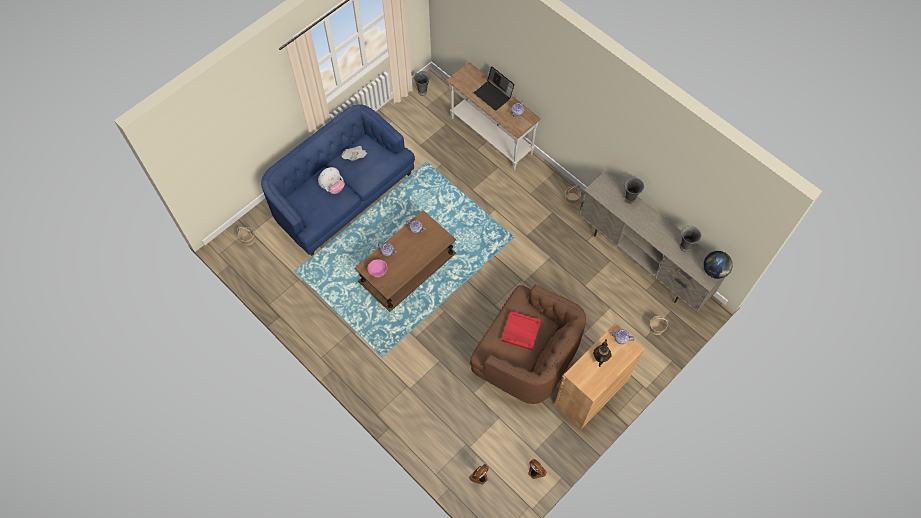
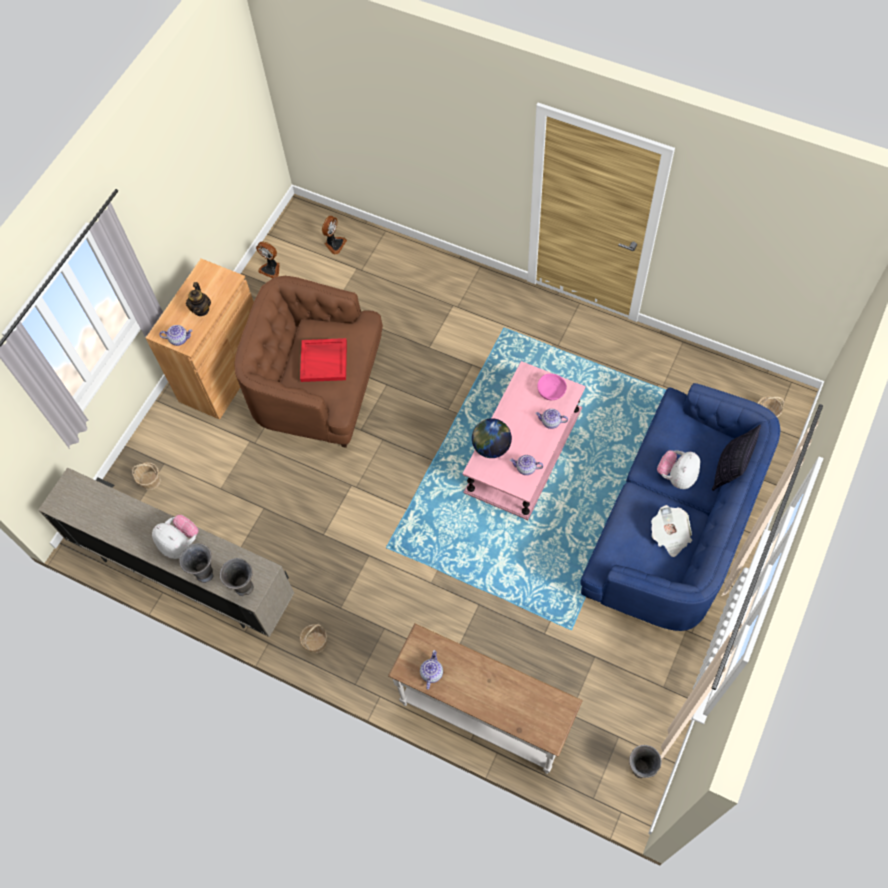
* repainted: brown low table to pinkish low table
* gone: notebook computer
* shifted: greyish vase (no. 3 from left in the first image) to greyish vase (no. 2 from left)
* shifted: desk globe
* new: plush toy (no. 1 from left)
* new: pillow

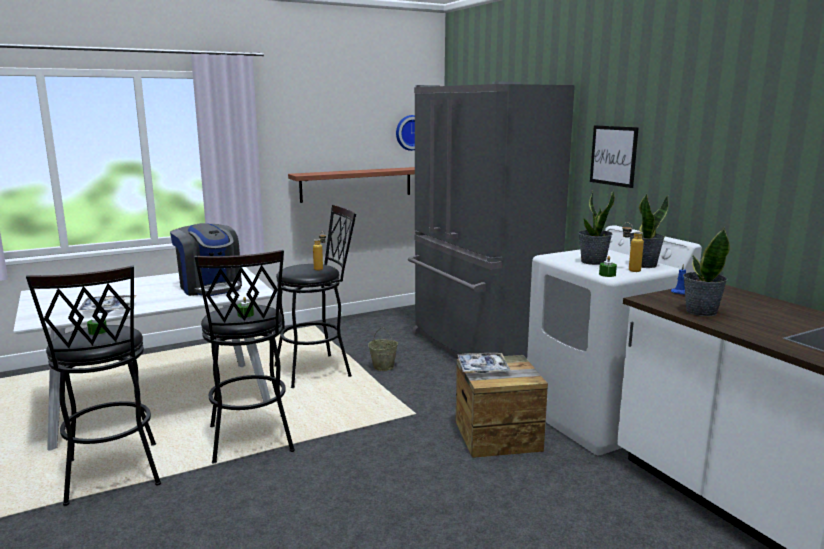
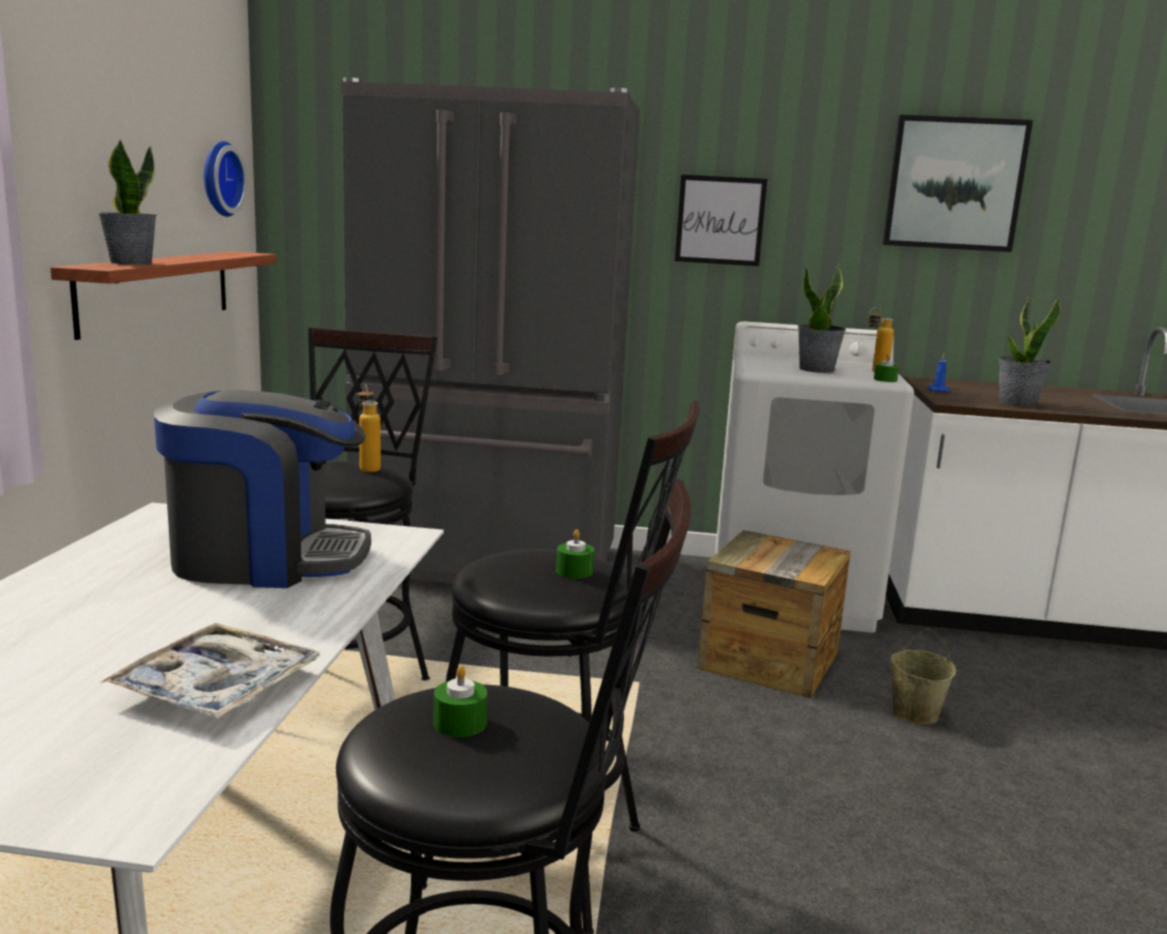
* shifted: sand-coloured pail
* gone: carrying tray (no. 2 from left)
* shifted: potted plant (no. 2 from left in the first image) to potted plant (no. 1 from left)
* new: wall art (no. 2 from left)

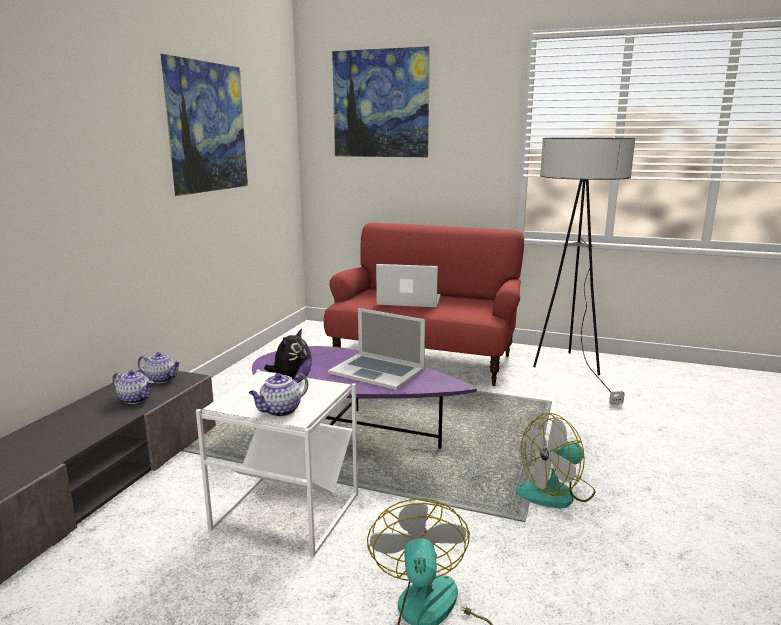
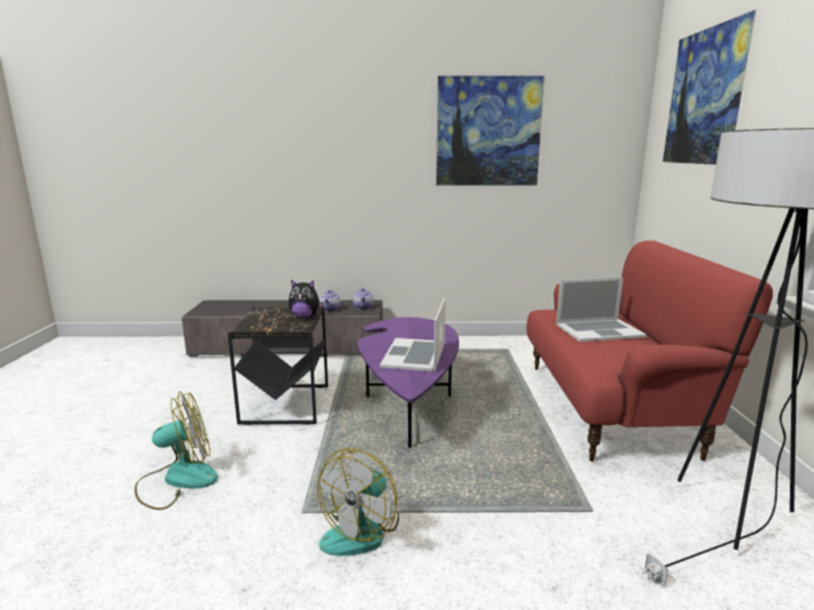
* repainted: white-coloured end table to blackish end table
* gone: teapot (no. 3 from left)
* rotated: notebook computer (no. 2 from left) 90 degrees clockwise
* rotated: fan (no. 2 from left) 105 degrees counterclockwise

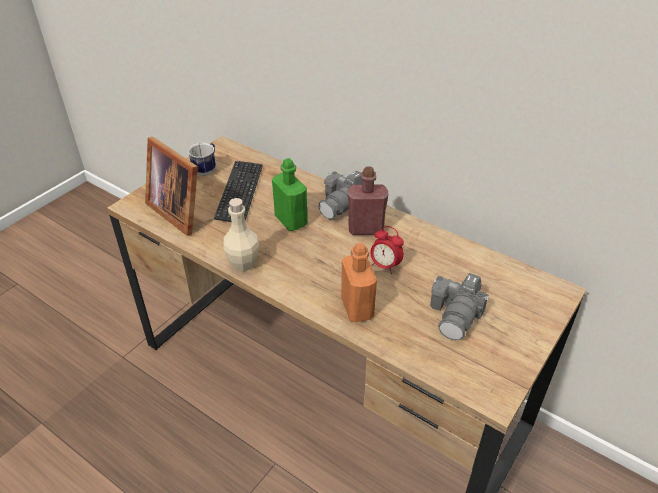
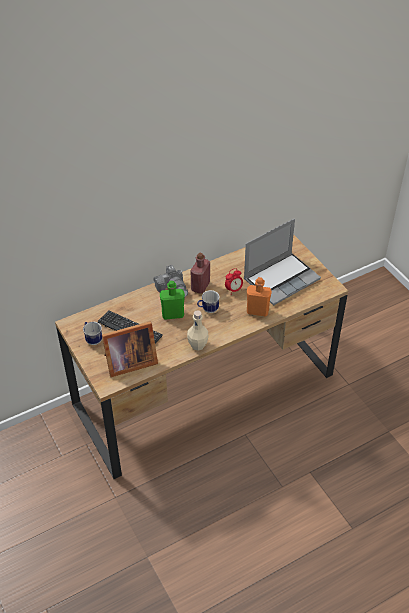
* swapped: photo camera (no. 2 from left) to notebook computer
* new: tea mug (no. 2 from left)

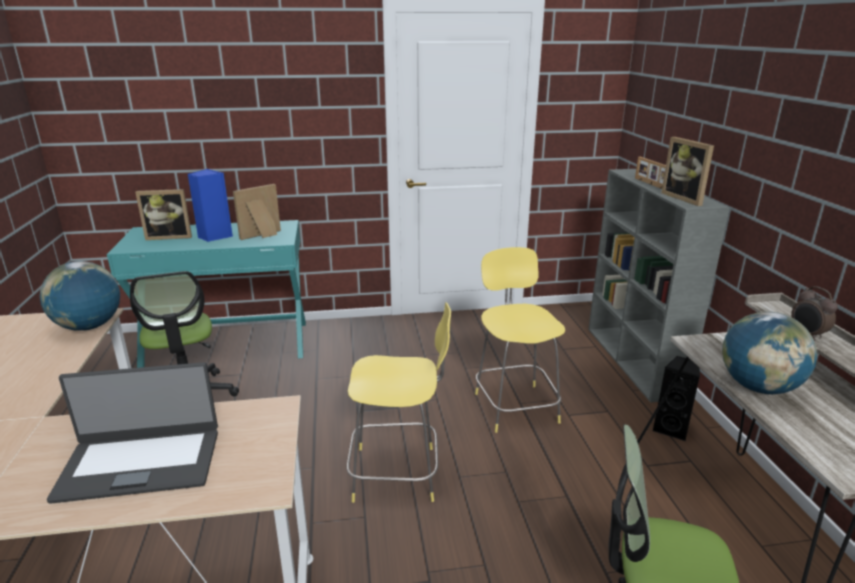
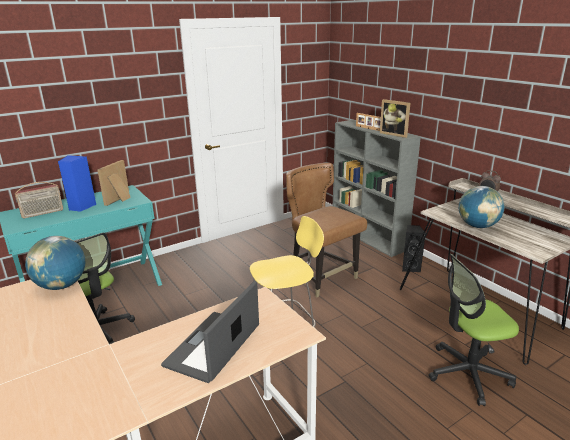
* rotated: notebook computer 150 degrees clockwise
* swapped: photo frame (no. 1 from left) to radio set
* swapped: yellowish stool (no. 2 from left) to brown plain chair

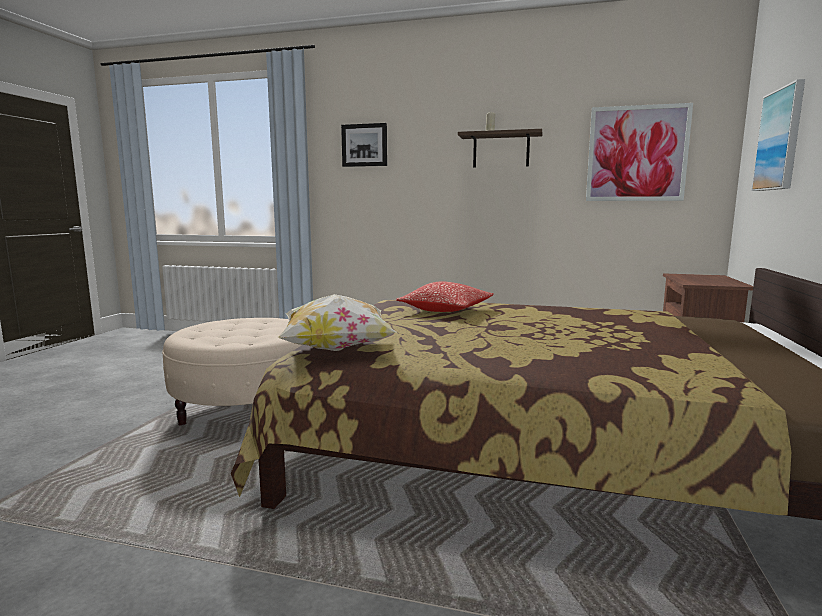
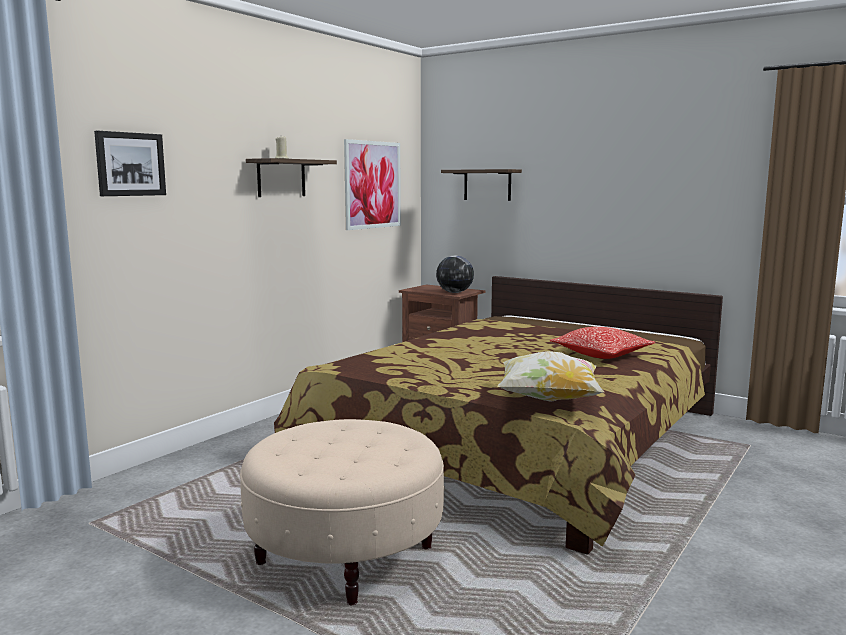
* shifted: pillow (no. 2 from left)
* swapped: wall art (no. 3 from left) to shelf (no. 2 from left)
* new: desk globe

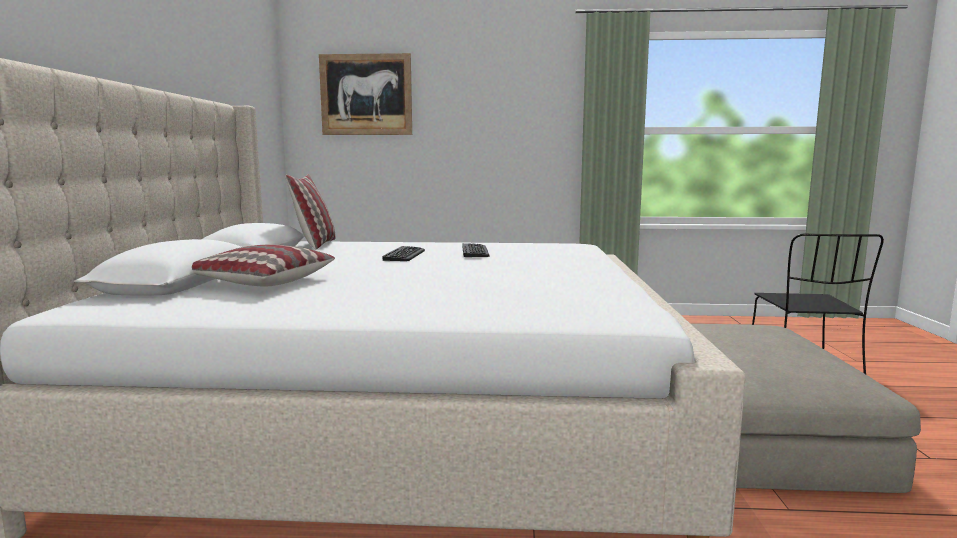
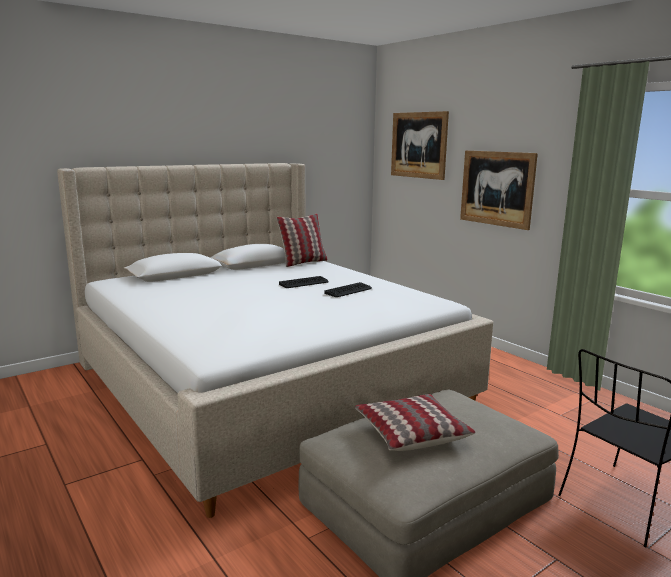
* shifted: pillow (no. 1 from left in the first image) to pillow (no. 2 from left)
* new: wall art (no. 2 from left)

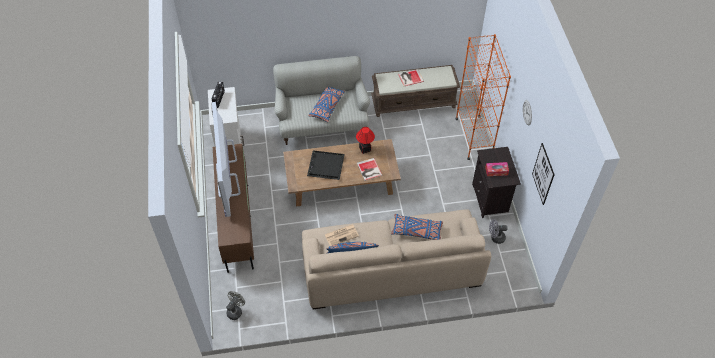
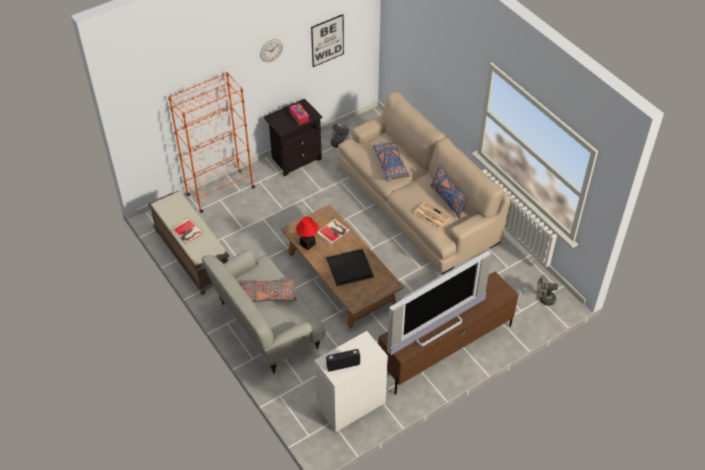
* repainted: blue-coloured pillow (no. 1 from left) to greyish pillow

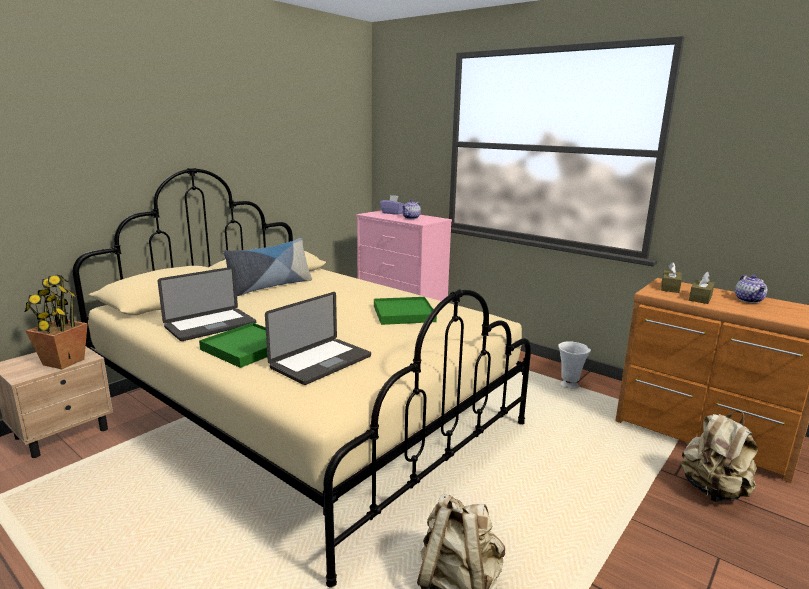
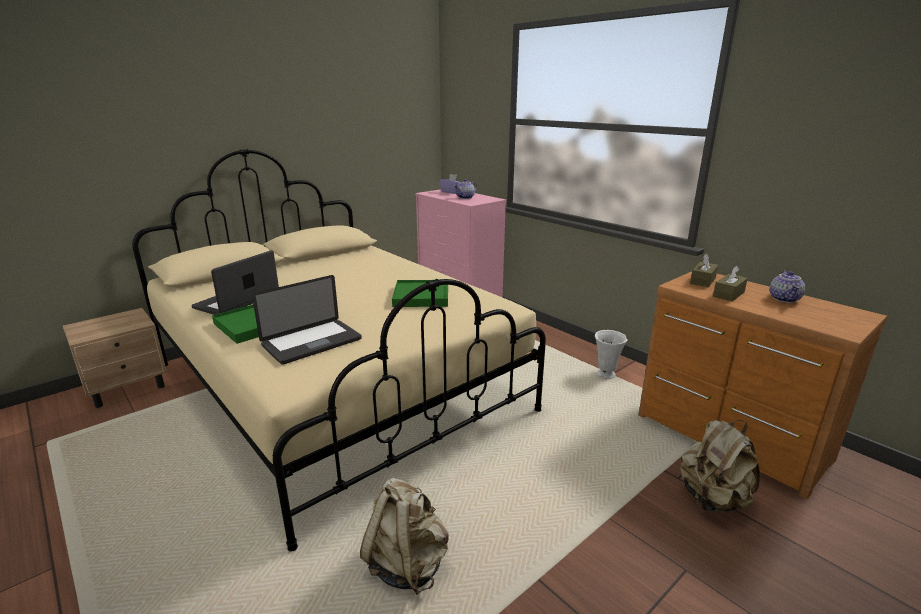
* gone: potted plant
* rotated: notebook computer (no. 1 from left) 150 degrees clockwise
* gone: pillow

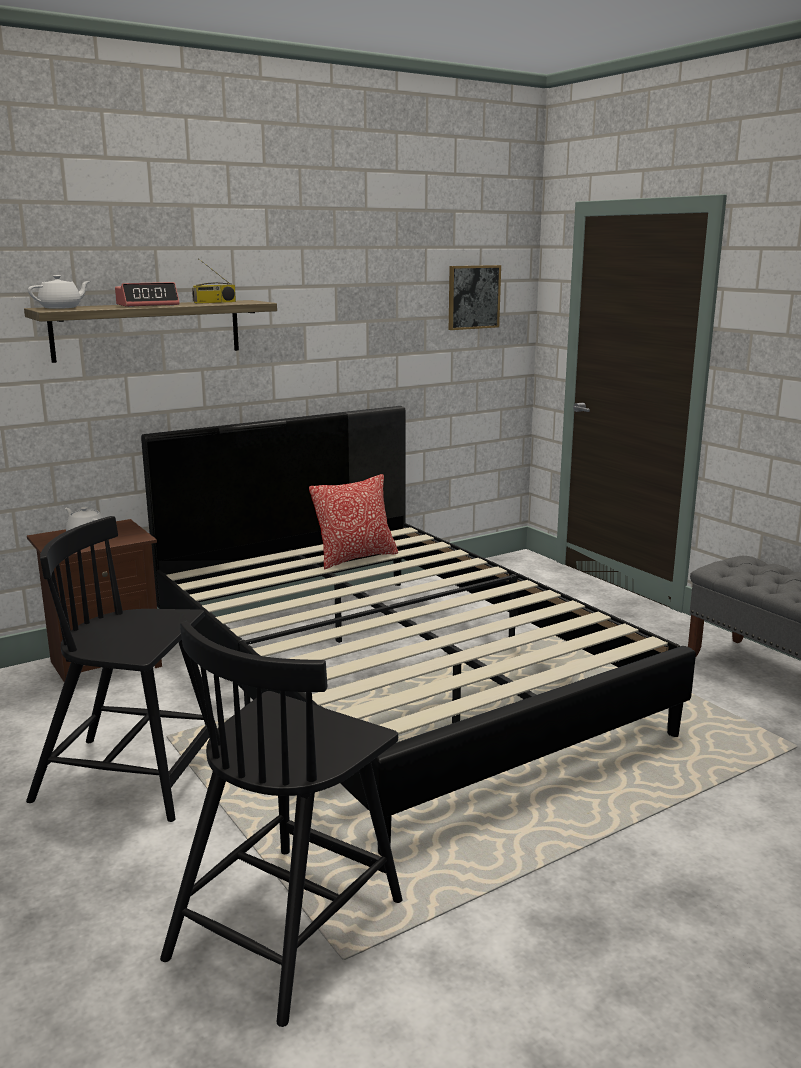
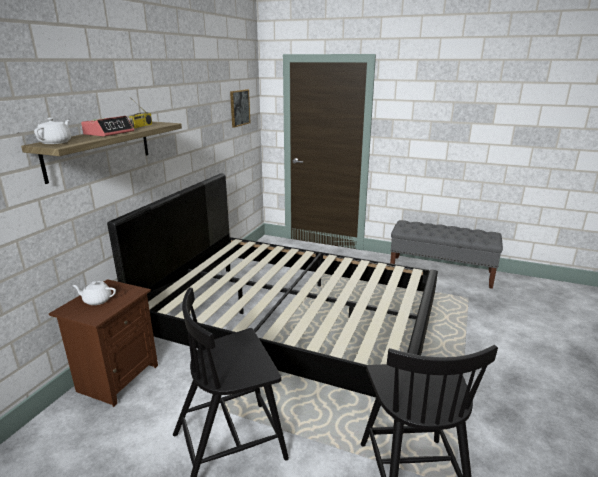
* gone: pillow

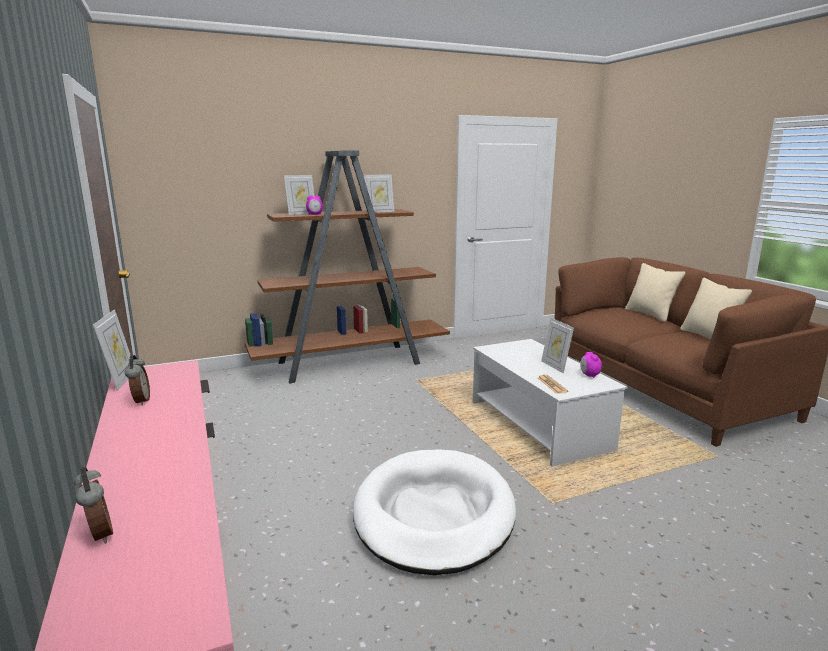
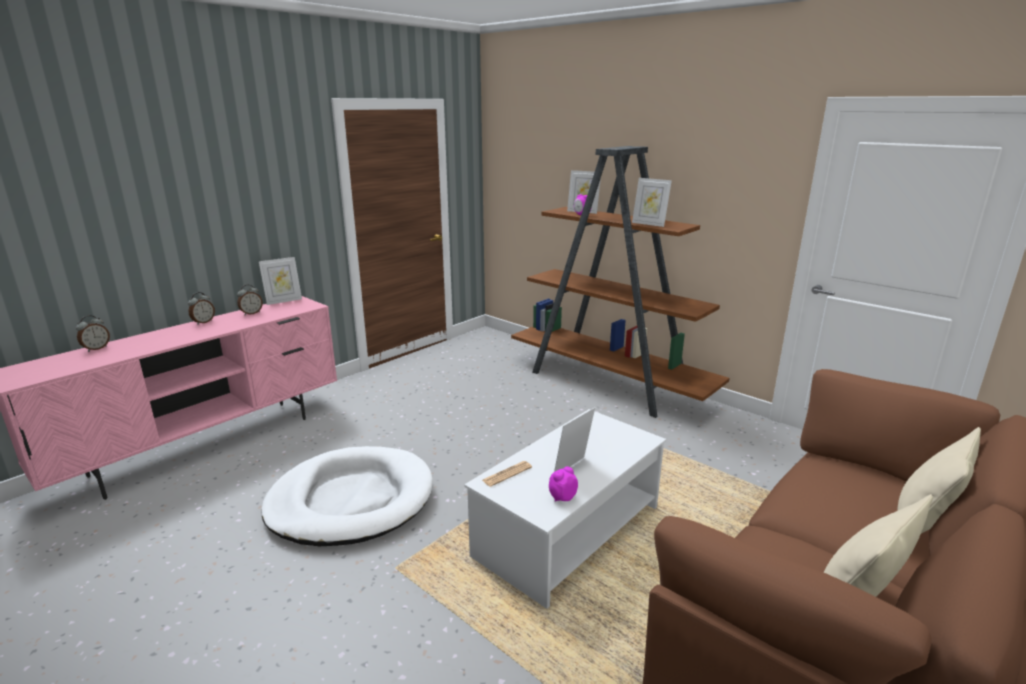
* new: table clock (no. 2 from left)

